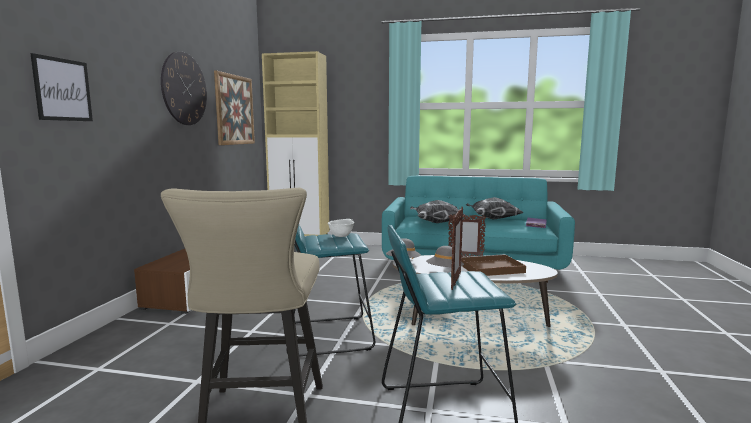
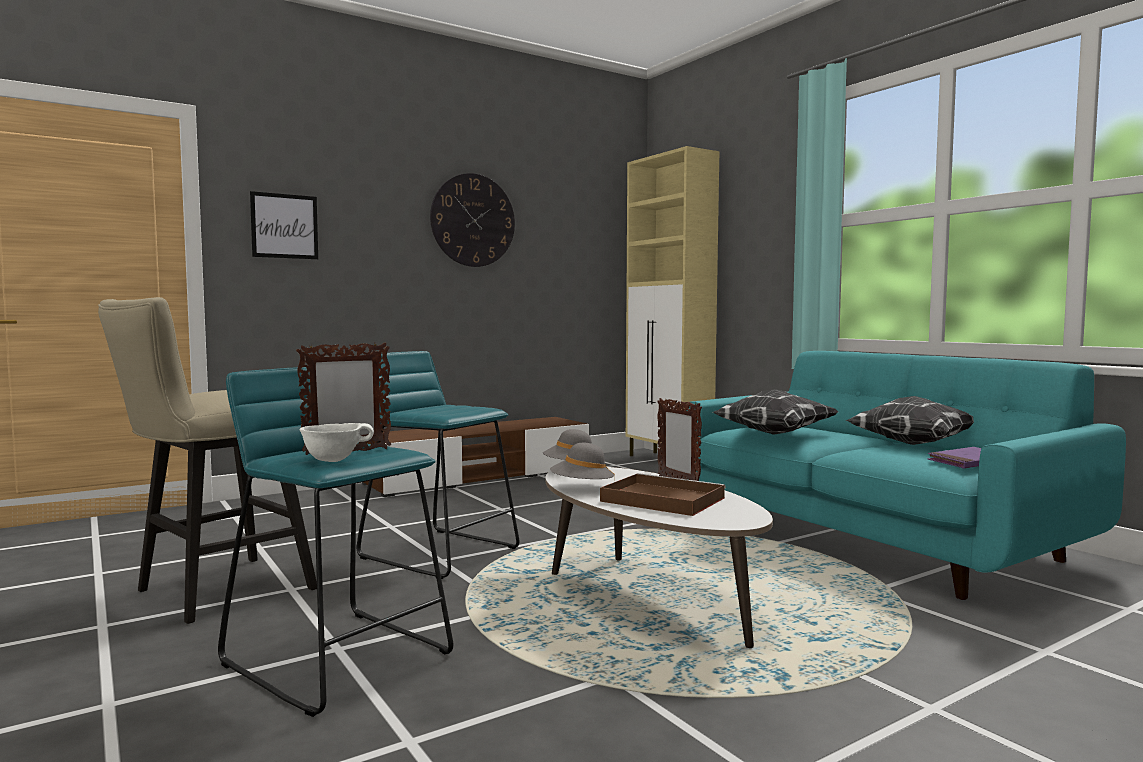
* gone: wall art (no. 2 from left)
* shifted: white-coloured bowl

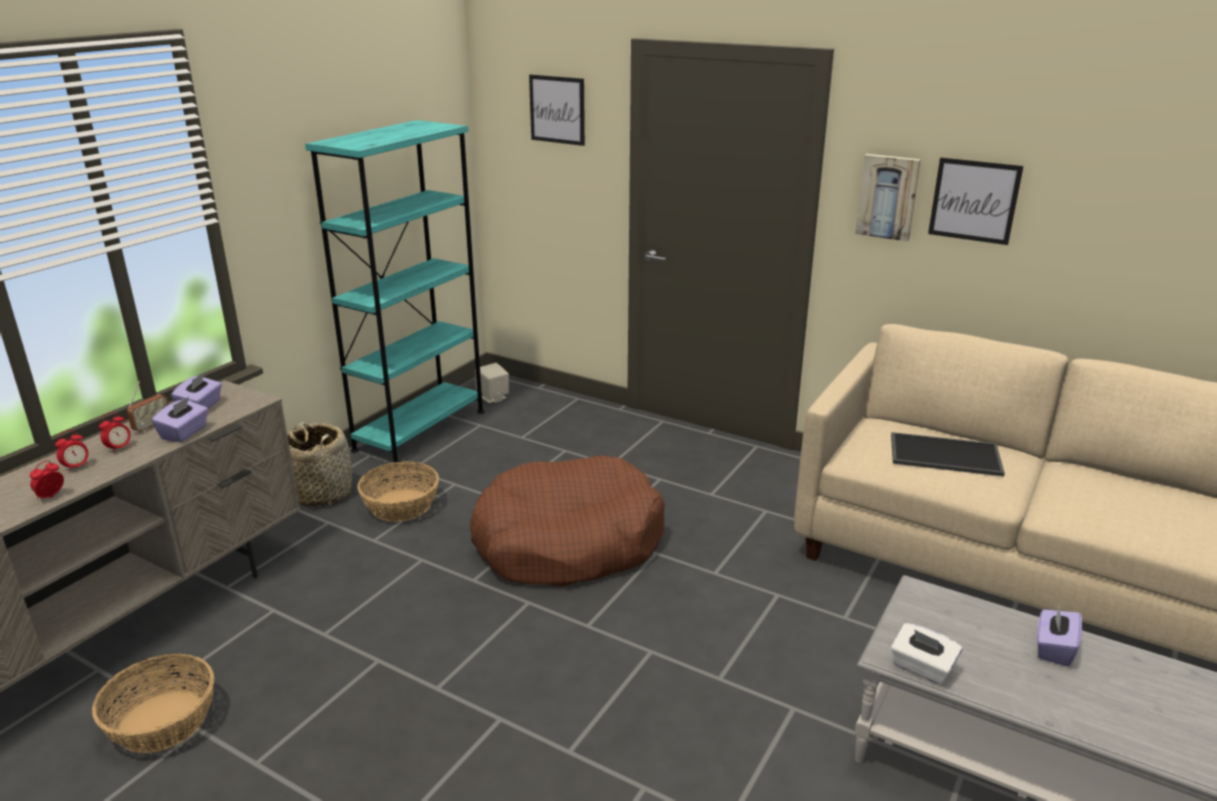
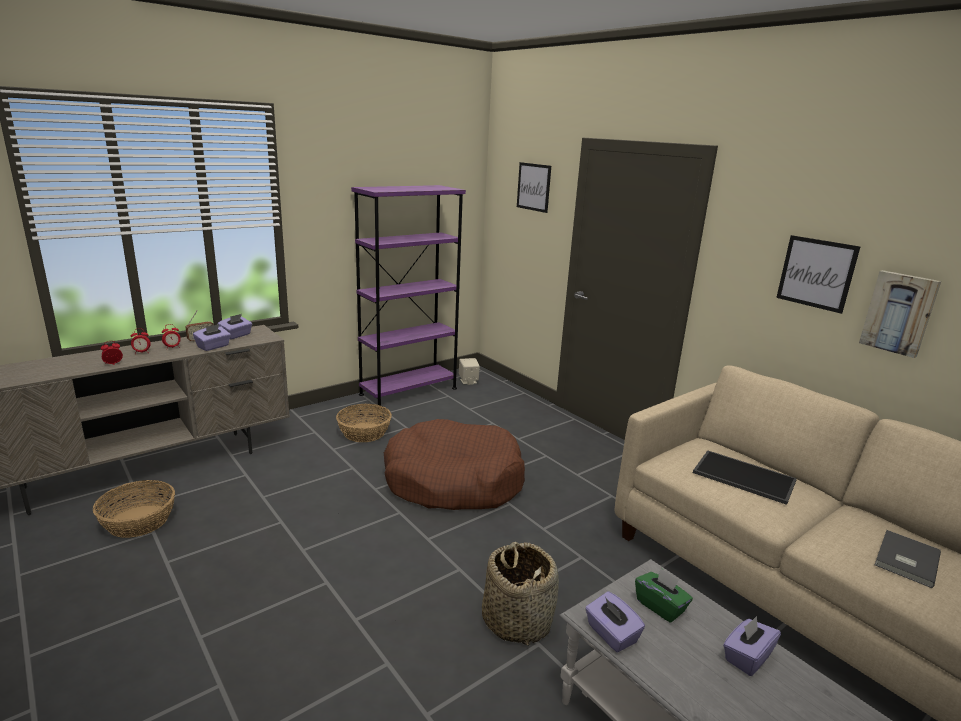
* shifted: basket (no. 2 from left in the first image) to basket (no. 3 from left)
* repainted: blue-green bookshelf to purple bookshelf
* shifted: wall art (no. 2 from left in the first image) to wall art (no. 3 from left)
* repainted: white-coloured box of tissues to purple box of tissues (no. 3 from left)
* new: green-coloured box of tissues
* new: greyish book

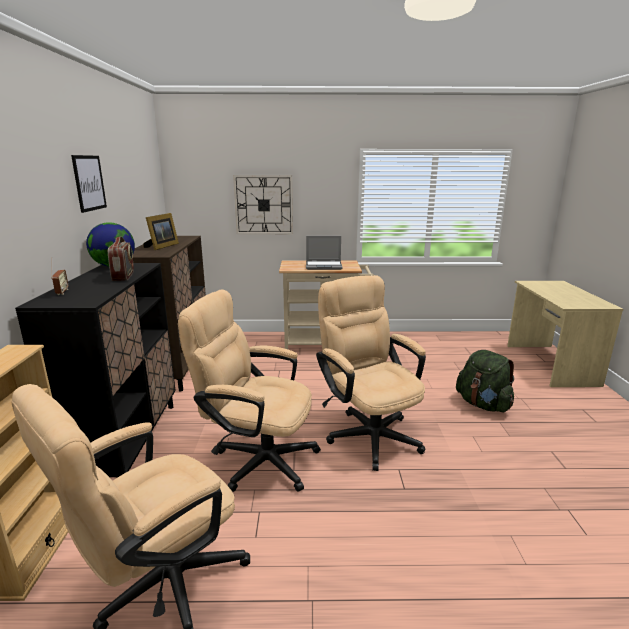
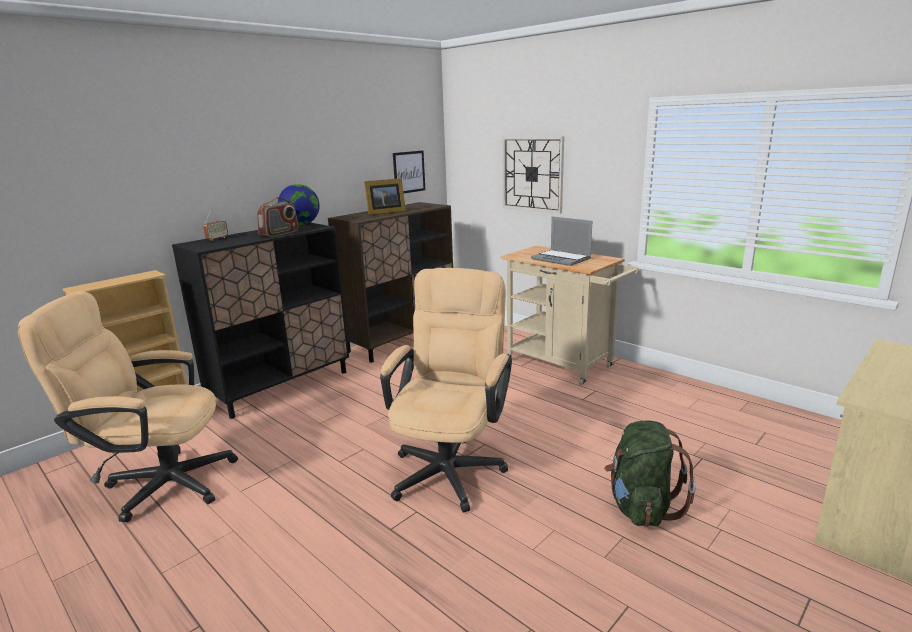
* shifted: wall art
* gone: sand-coloured desk chair (no. 2 from left)

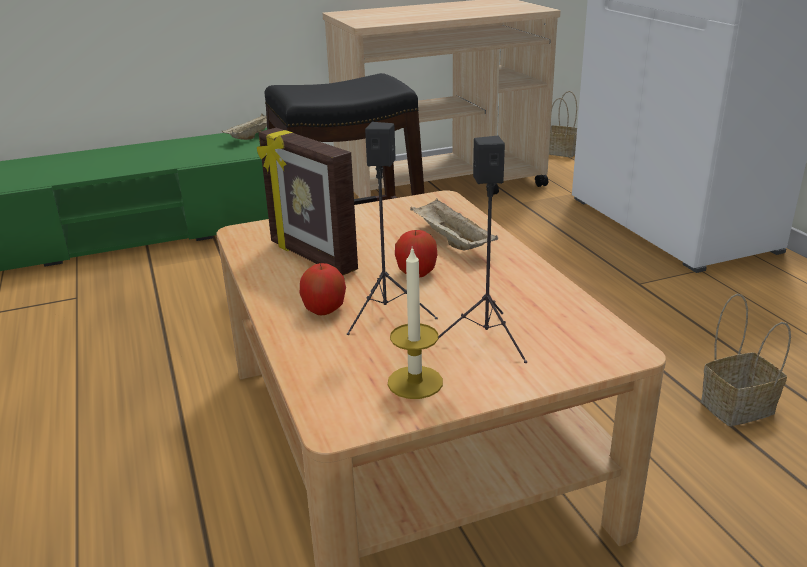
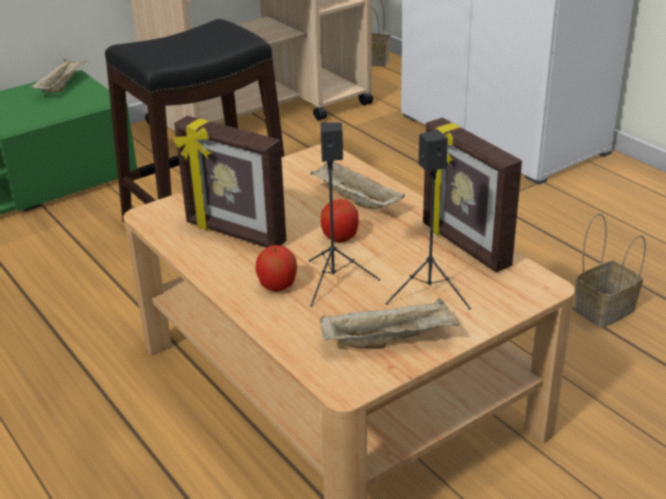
* swapped: wax light to sand-coloured carrying tray (no. 3 from left)
* new: photo frame (no. 2 from left)

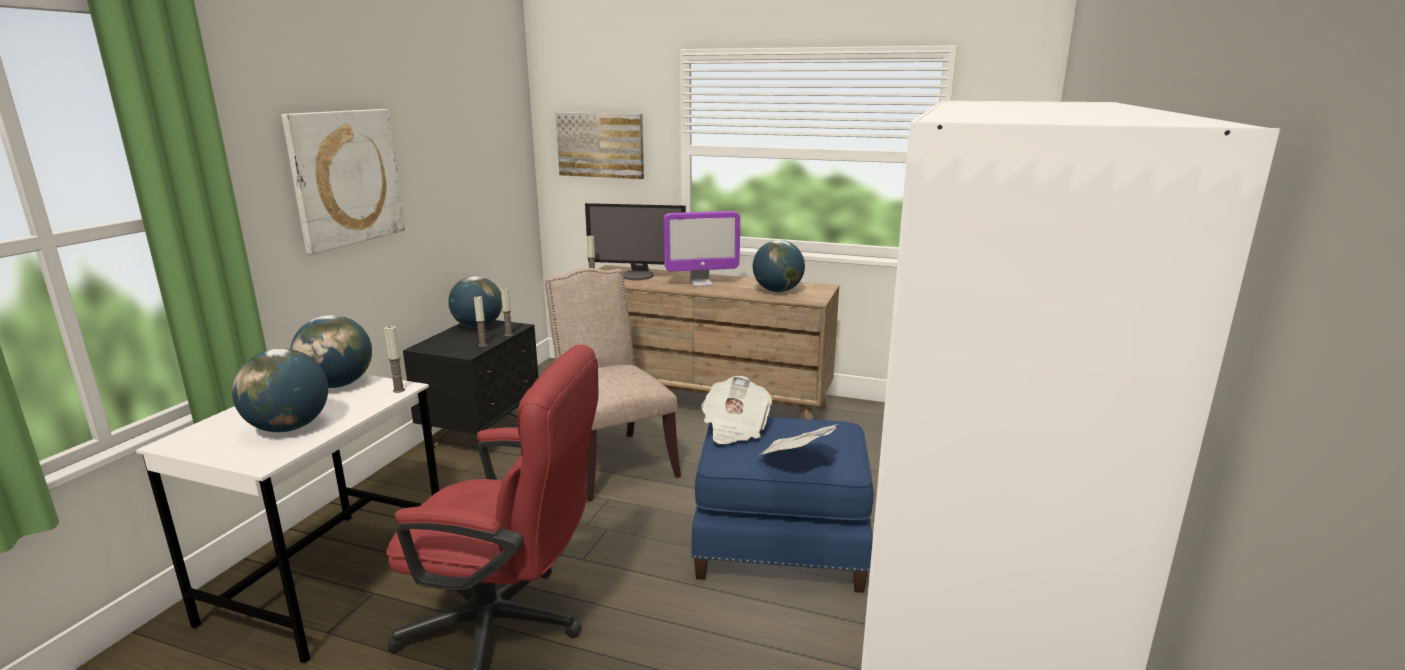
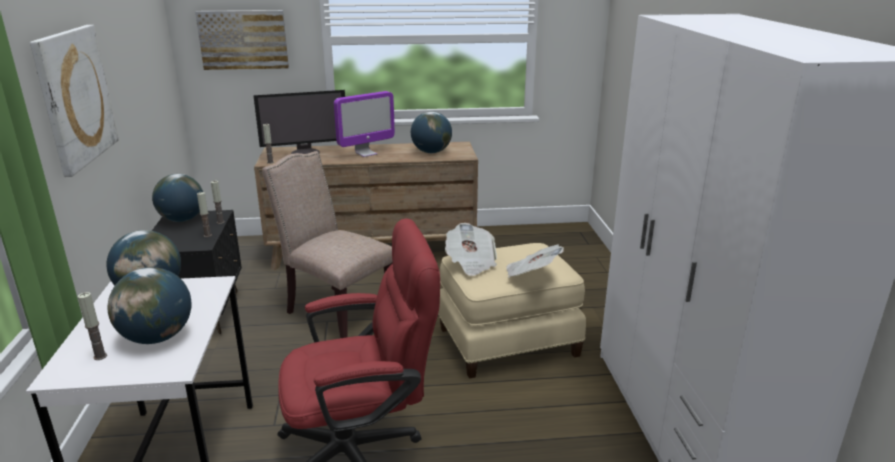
* shifted: wax light (no. 1 from left)
* repainted: blue-coloured footrest to sand-coloured footrest

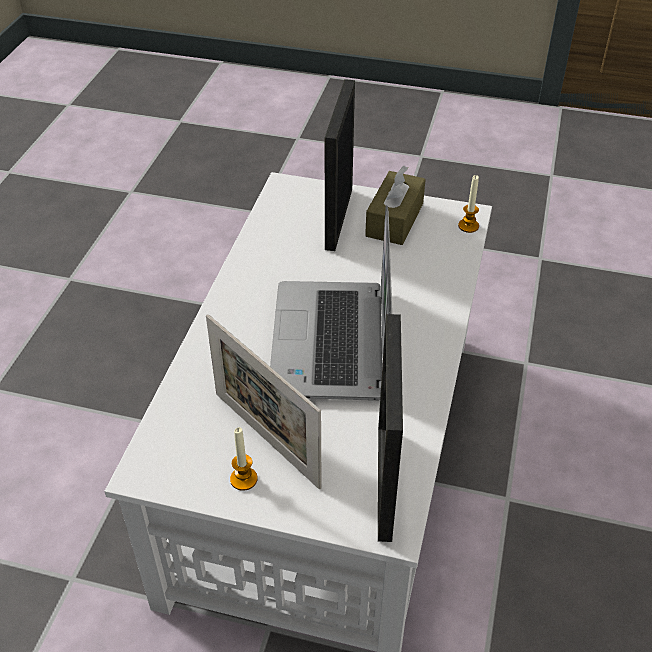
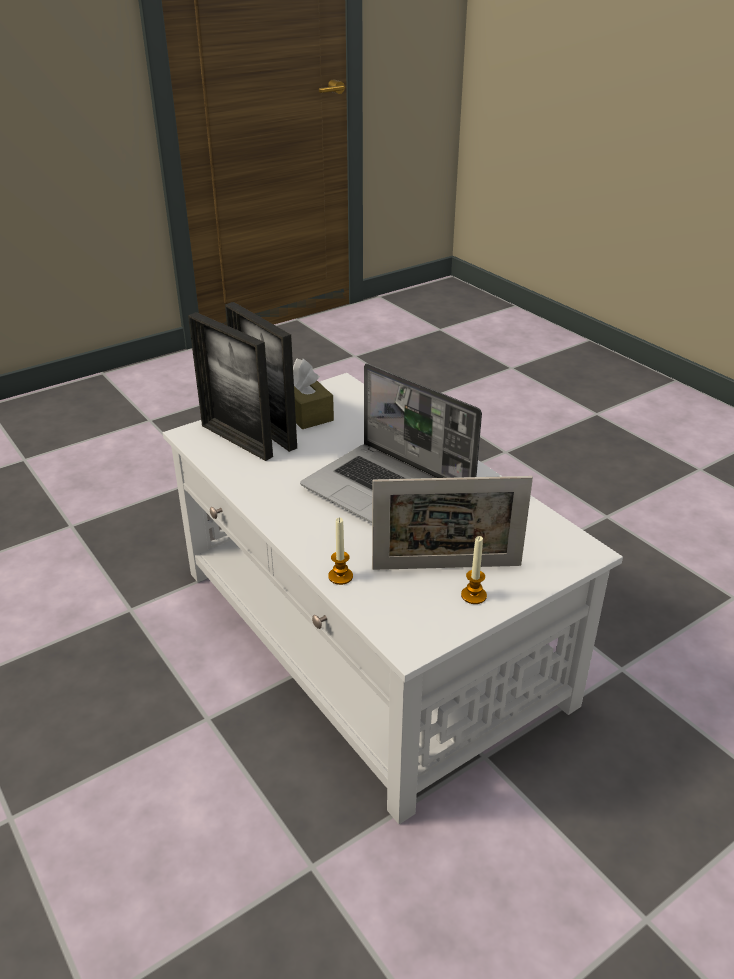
* shifted: photo frame (no. 3 from left in the first image) to photo frame (no. 1 from left)
* shifted: wax light (no. 2 from left in the first image) to wax light (no. 1 from left)

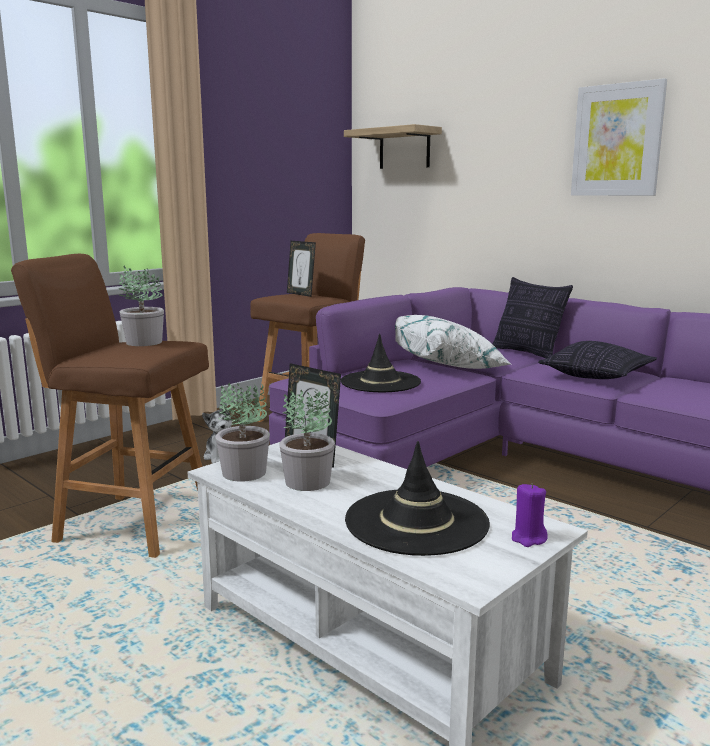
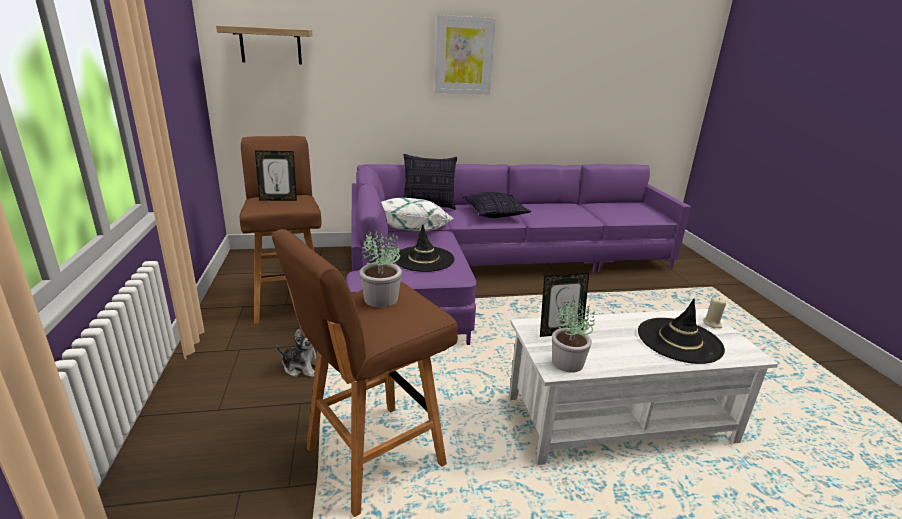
* gone: potted plant (no. 3 from left)
* repainted: purple wax light to sand-coloured wax light

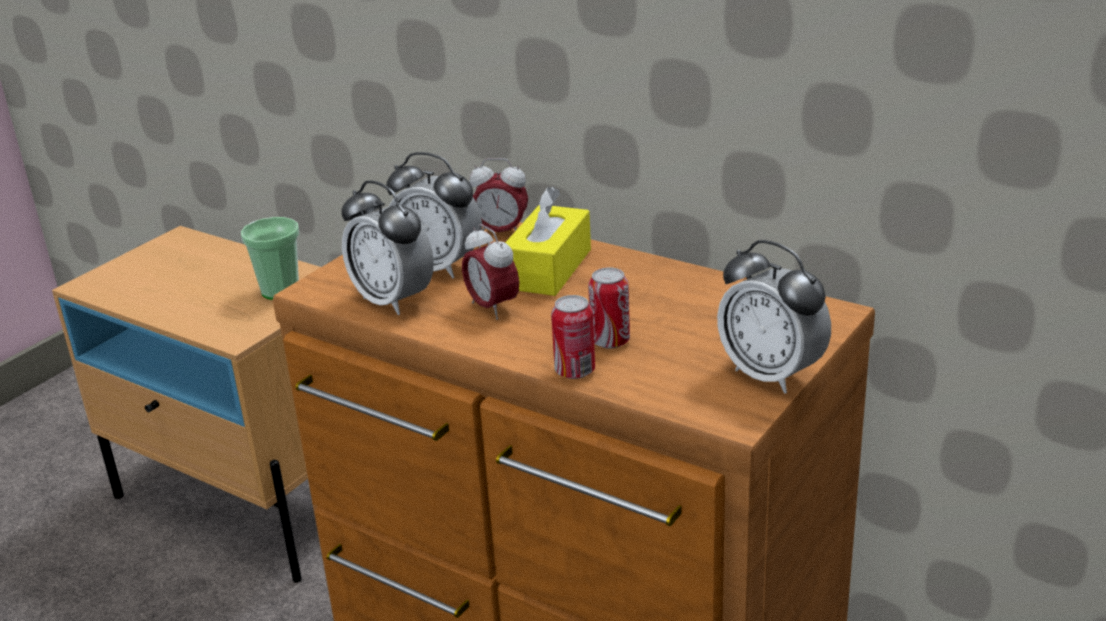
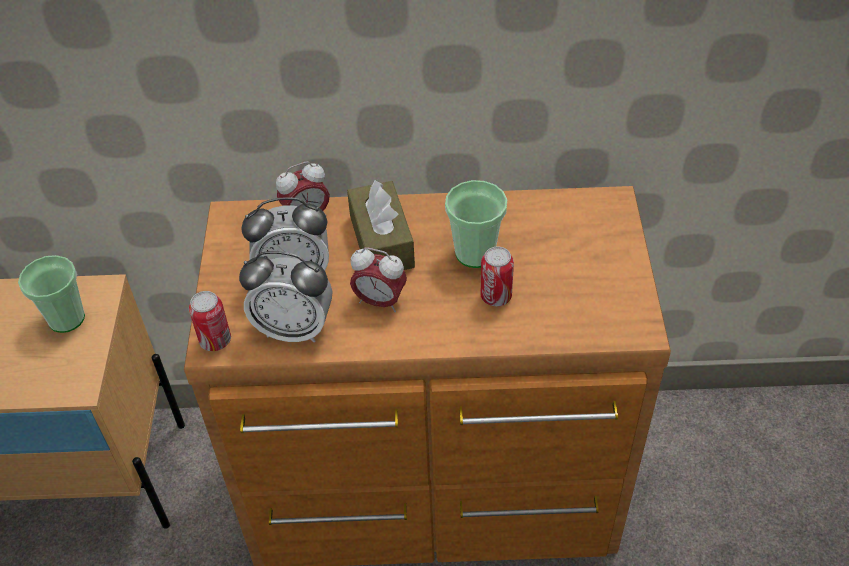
* repainted: yellowish box of tissues to brown box of tissues
* shifted: sealed can (no. 1 from left)
* gone: table clock (no. 5 from left)
* new: drinking cup (no. 2 from left)

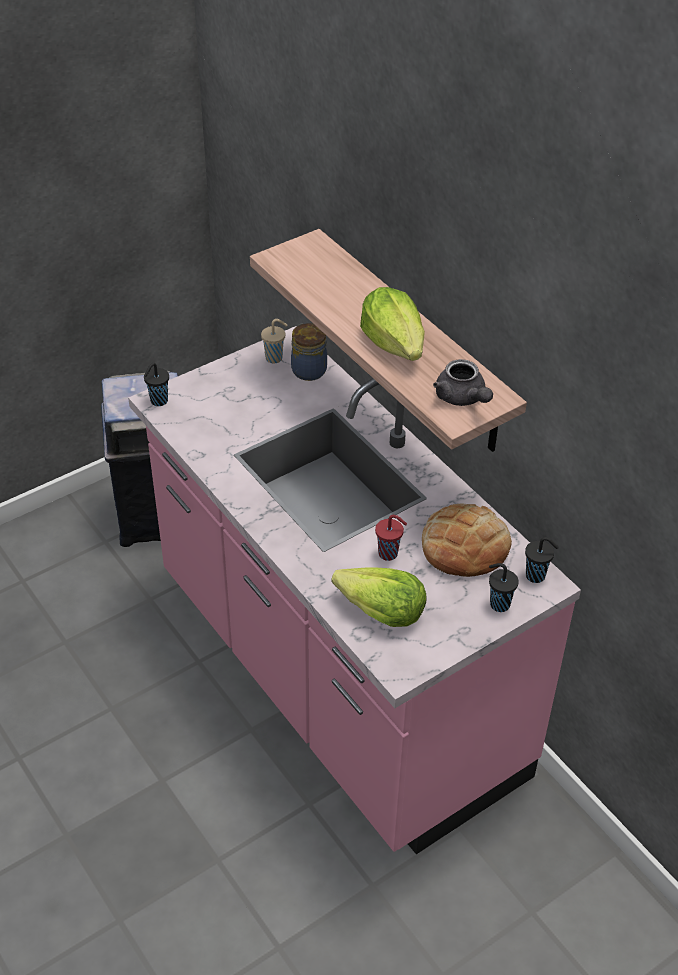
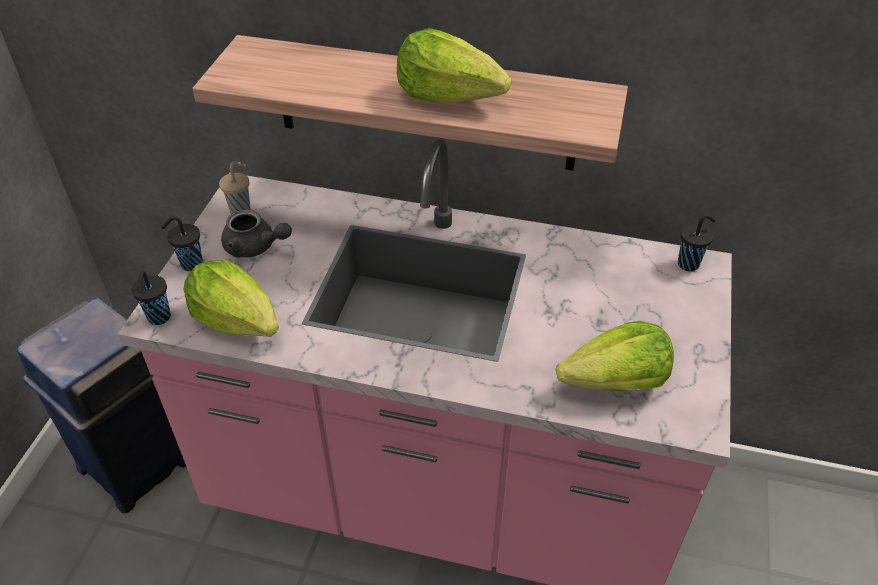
* gone: preserve jar
* gone: red drinking cup
* gone: bread
* shifted: greyish teapot
* shifted: blackish drinking cup (no. 2 from left)
* new: head of lettuce (no. 1 from left)

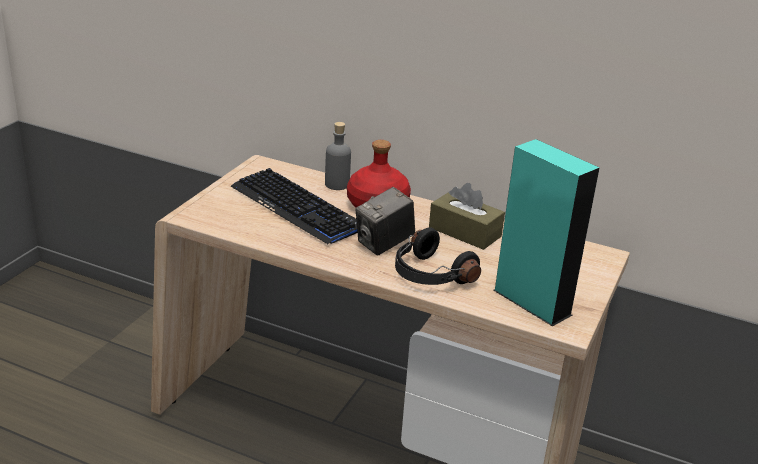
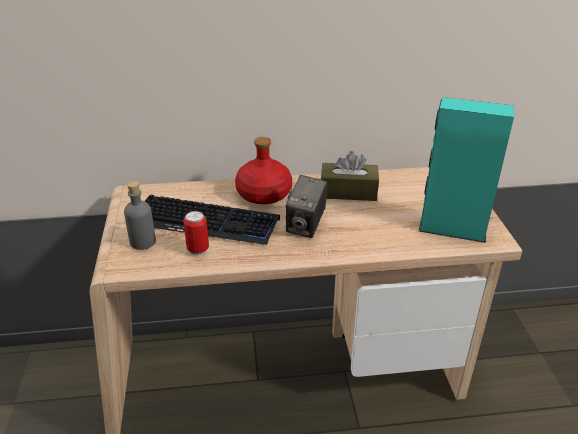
* shifted: greyish drink bottle
* gone: blackish headset
* new: sealed can

